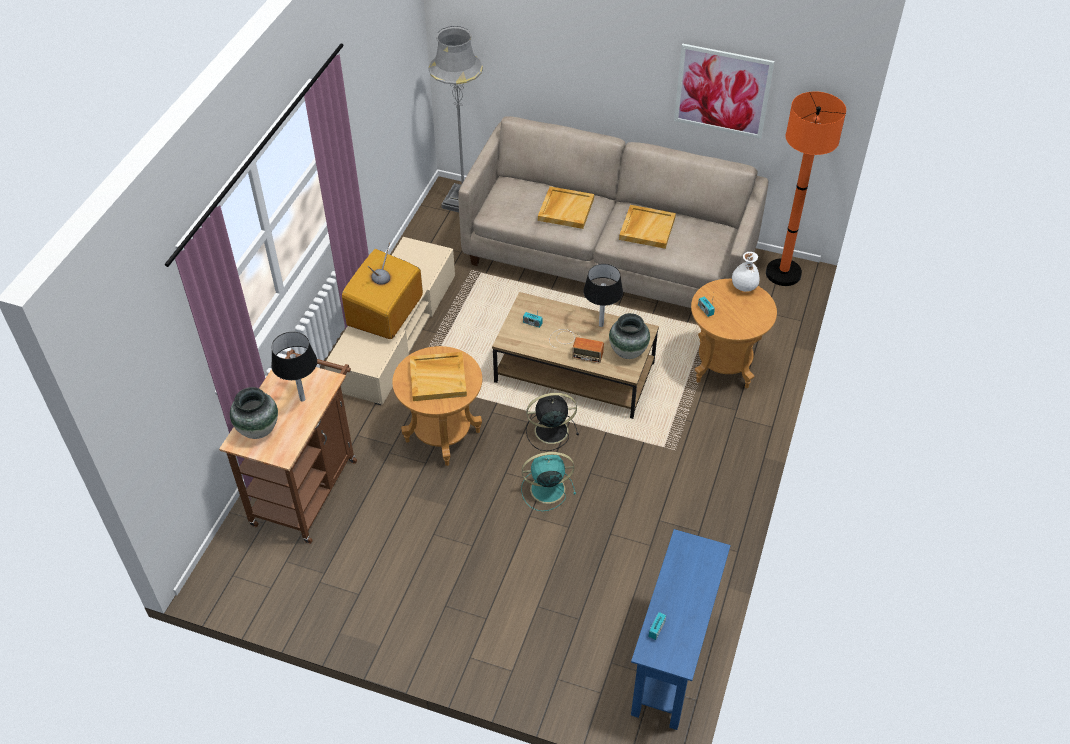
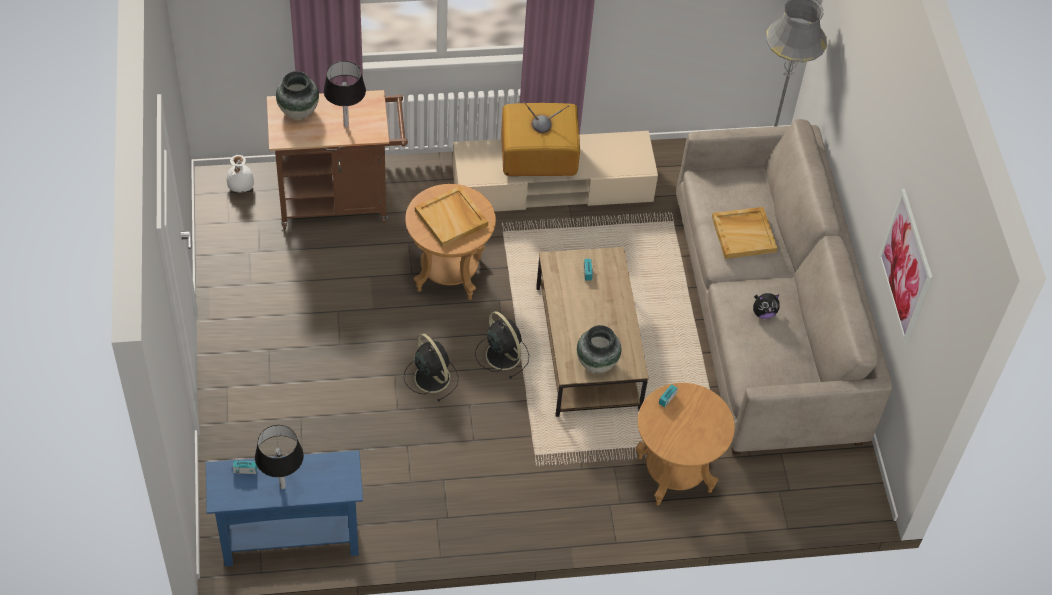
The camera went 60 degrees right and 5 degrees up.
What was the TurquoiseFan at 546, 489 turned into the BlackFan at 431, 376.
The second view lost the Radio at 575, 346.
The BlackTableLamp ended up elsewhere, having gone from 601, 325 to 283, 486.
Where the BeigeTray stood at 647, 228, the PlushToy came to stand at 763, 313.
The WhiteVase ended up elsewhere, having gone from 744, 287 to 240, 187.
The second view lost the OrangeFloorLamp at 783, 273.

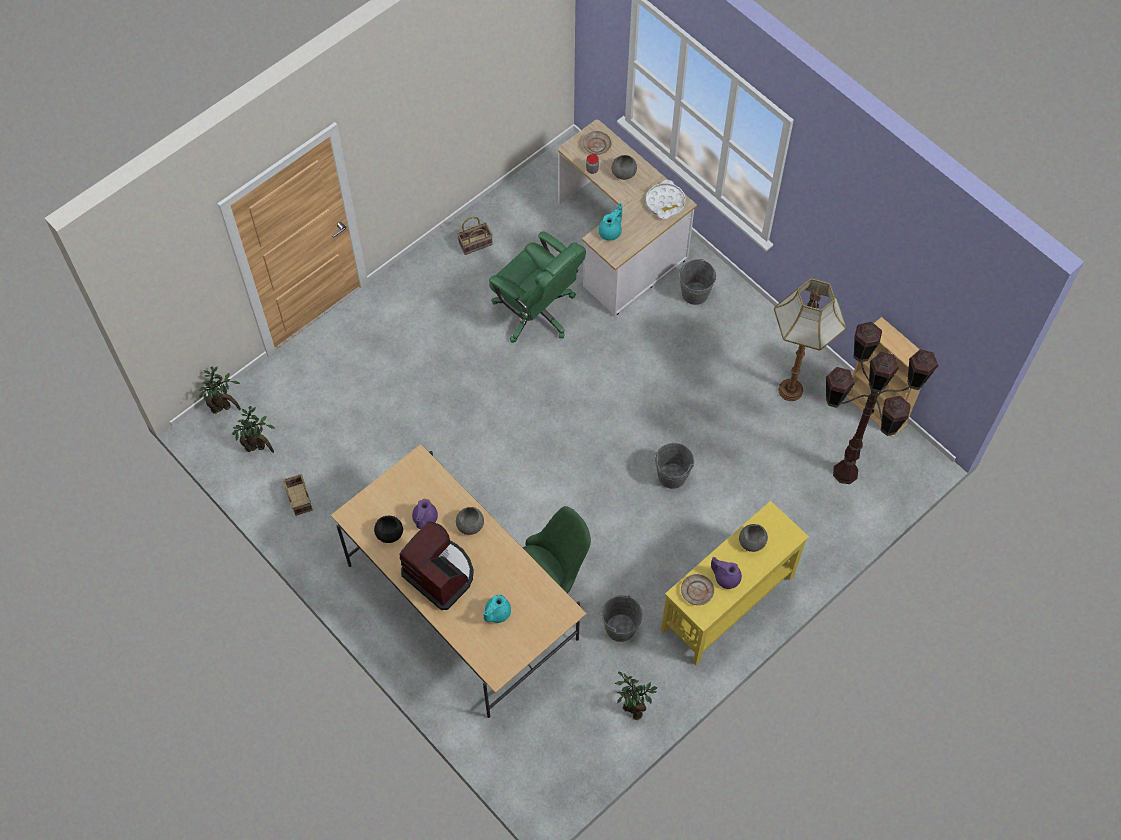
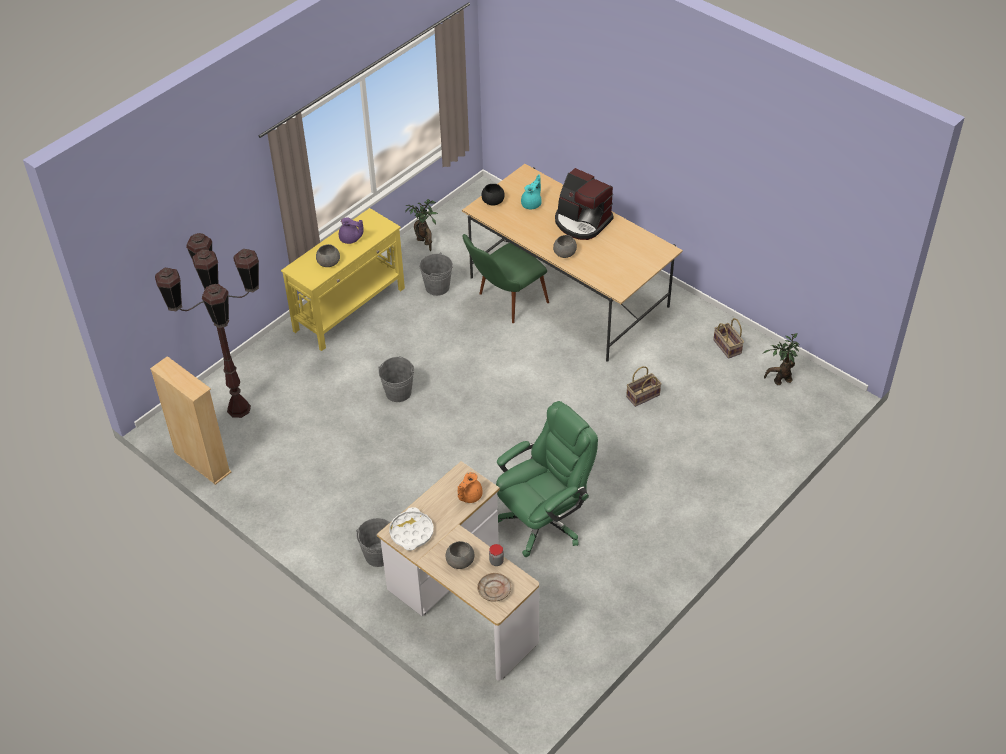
The camera went 175 degrees right and 15 degrees down.
The second view lost the PottedPlant at 224, 408.
The BlackBowl ended up elsewhere, having gone from 390, 533 to 492, 201.
The second view lost the PurpleTeapot at 424, 519.
The Basket ended up elsewhere, having gone from 476, 243 to 642, 396.
The GreenOfficeChair at 536, 312 ended up facing another way, 105 degrees clockwise from before.
What was the TurquoiseTeapot at 611, 232 turned into the OrangeTeapot at 469, 496.
The second view lost the BeigePlate at 697, 591.
The second view lost the FloorLamp at 791, 390.

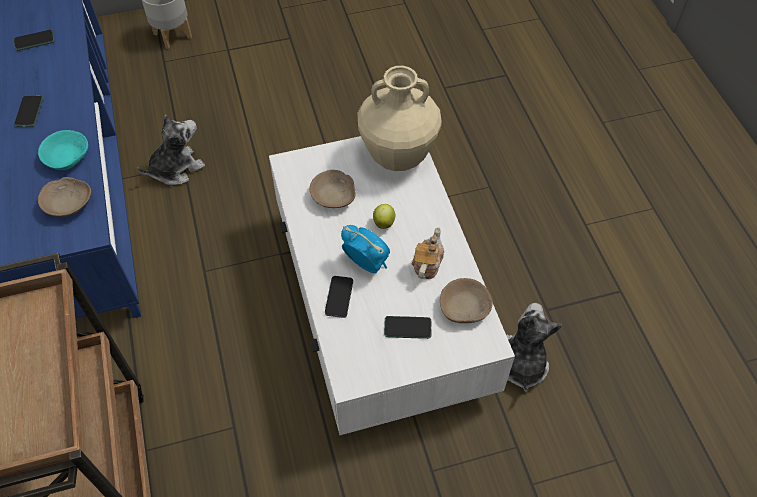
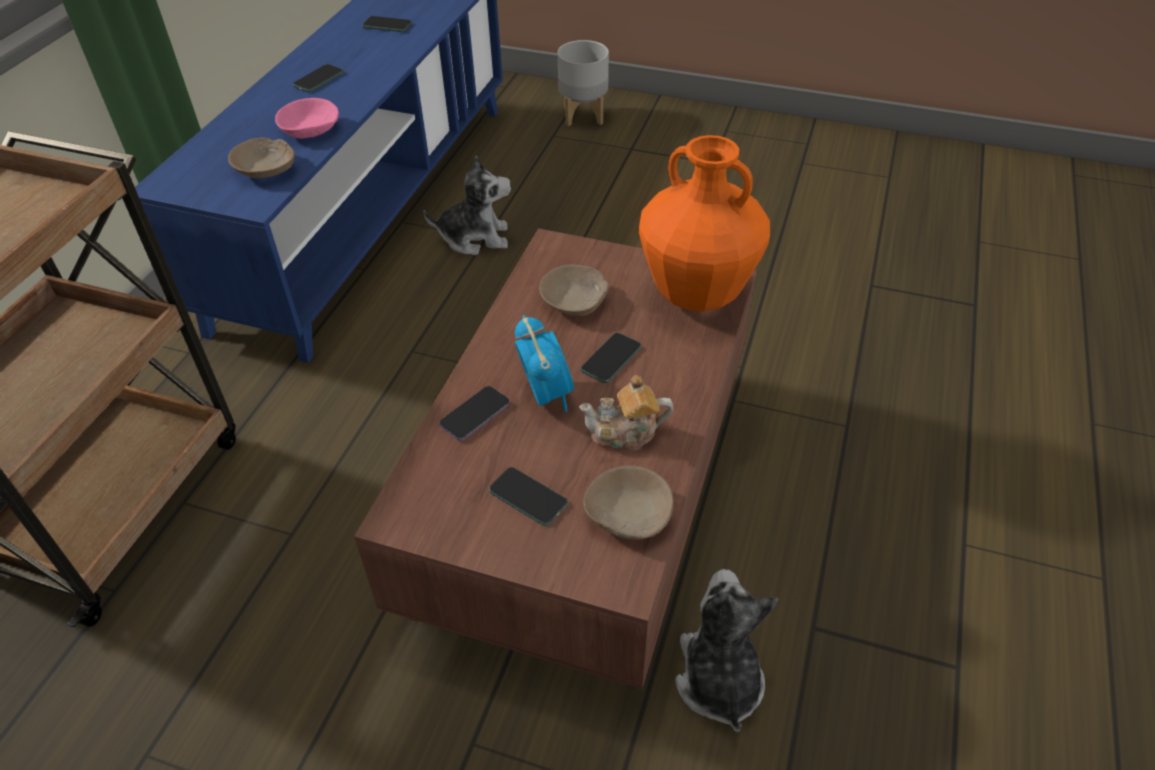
The camera went 35 degrees right and 10 degrees down.
What was the TurquoiseBowl at 67, 157 turned into the PinkBowl at 310, 129.
What was the WhiteCoffeeTable at 381, 305 turned into the BrownCoffeeTable at 581, 494.
What was the BeigeVase at 398, 156 turned into the OrangeVase at 698, 295.
Where the Apple stood at 384, 222, the Phone came to stand at 611, 359.
The Teapot at 427, 263 ended up facing another way, 150 degrees counterclockwise from before.
The PlushToy at 522, 363 ended up facing another way, 45 degrees counterclockwise from before.

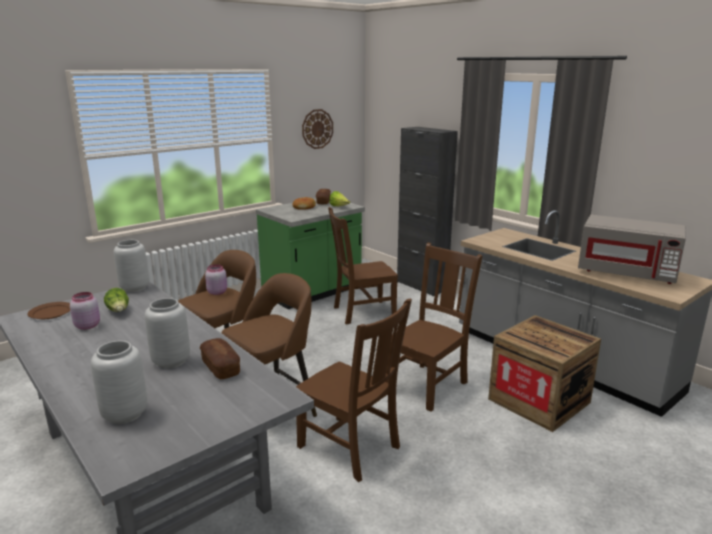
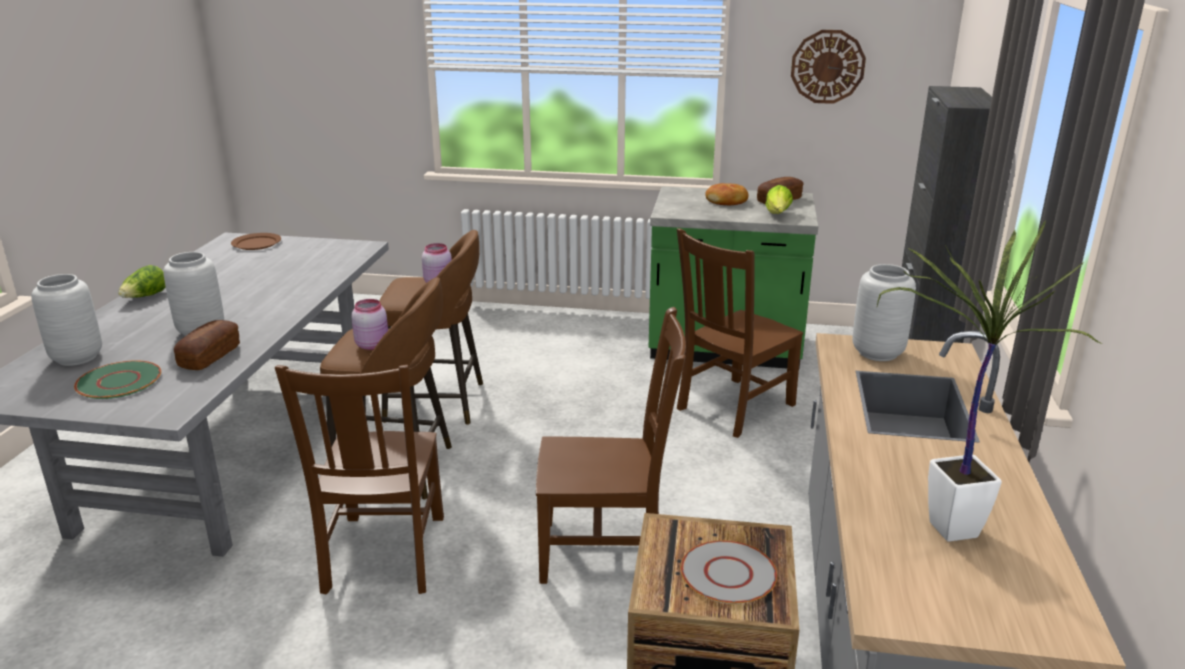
The camera went 50 degrees right and 5 degrees up.
The PinkJar ended up elsewhere, having gone from 87, 325 to 373, 345.
The Lettuce ended up elsewhere, having gone from 119, 311 to 145, 297.
The GreyVase ended up elsewhere, having gone from 135, 288 to 878, 353.
The BrownChair at 362, 312 ended up facing another way, 75 degrees counterclockwise from before.
Where the GreyMicrowave stood at 626, 273, the PottedPlant came to stand at 941, 527.
The second view gained the GreenPlate at 119, 381.
The second view gained the GreyPlate at 729, 574.

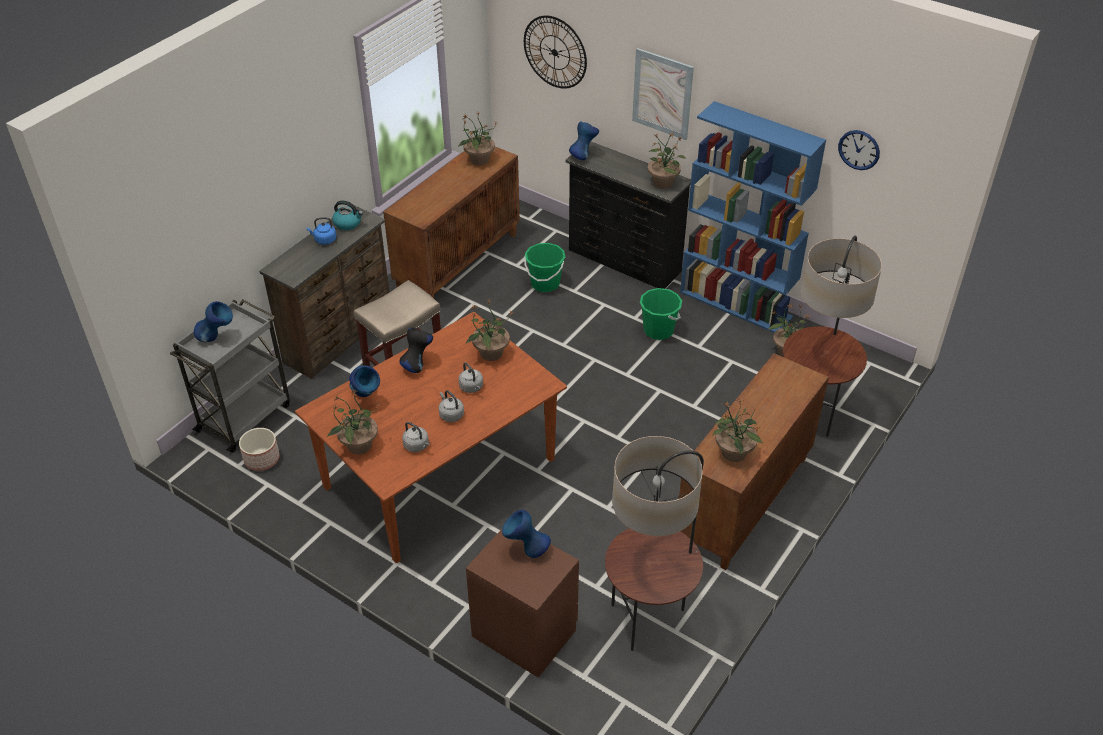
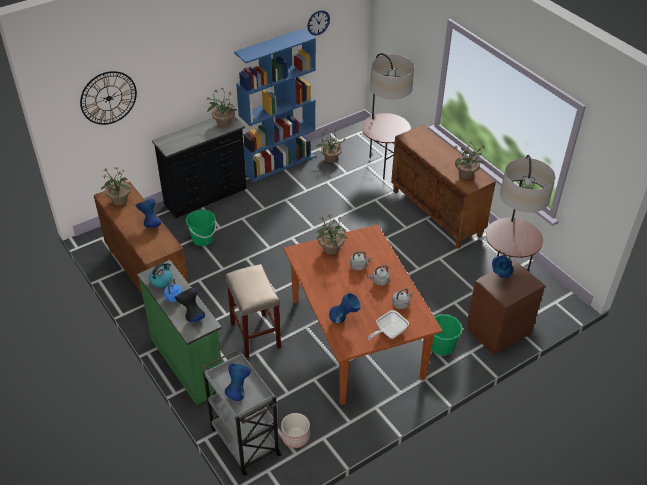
The camera went 70 degrees left and 0 degrees up.
What was the BrownDresser at 340, 337 turned into the GreenDresser at 188, 363.
Where the PottedPlant stood at 358, 445, the FryingPan came to stand at 388, 332.
The BlackVase ended up elsewhere, having gone from 418, 364 to 191, 316.
The BlueVase ended up elsewhere, having gone from 583, 155 to 150, 223.
The second view lost the Picture at 662, 94.
The GreenBucket ended up elsewhere, having gone from 658, 330 to 441, 346.

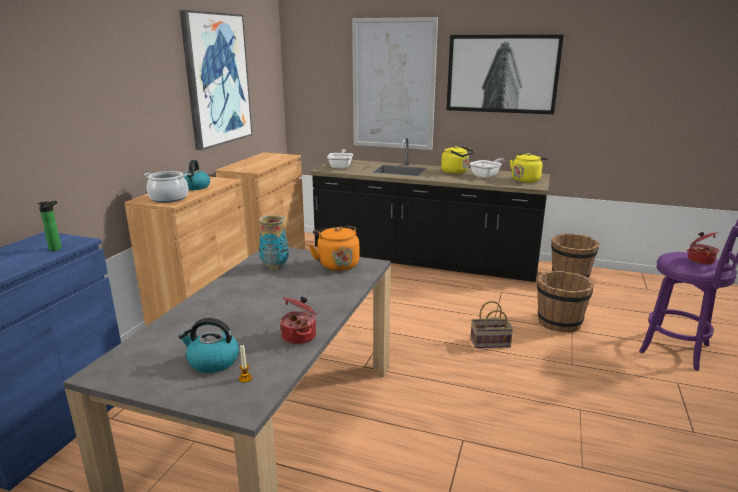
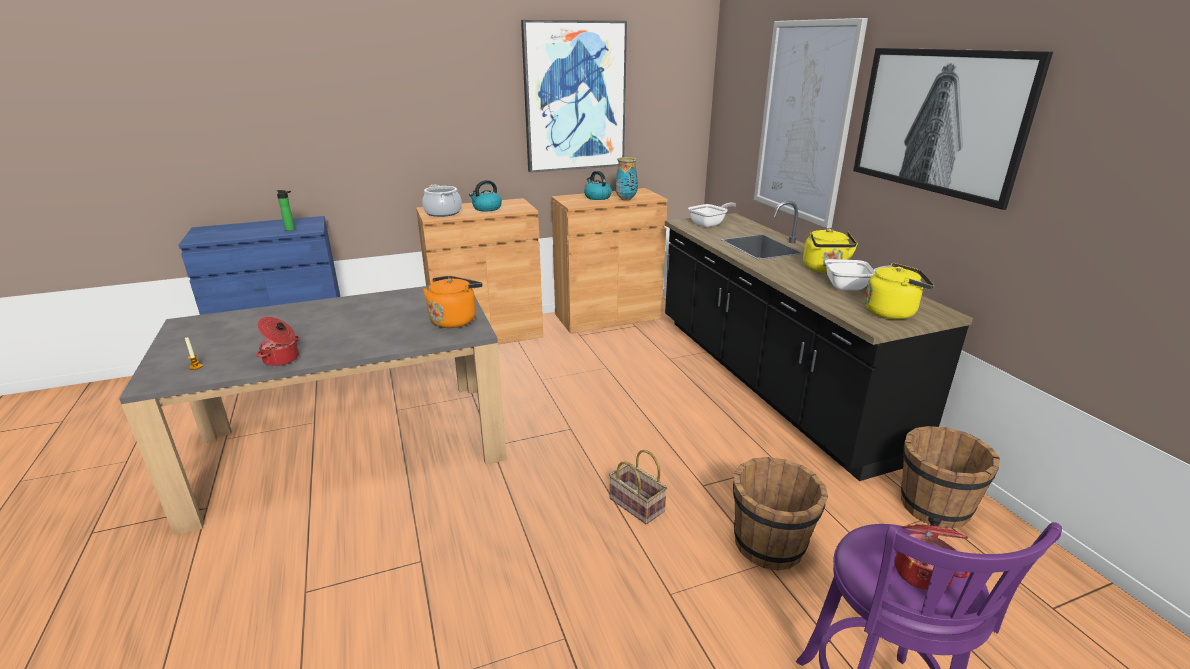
The camera went 50 degrees right and 5 degrees up.
The Kettle ended up elsewhere, having gone from 212, 362 to 597, 197.
The Vase ended up elsewhere, having gone from 274, 267 to 626, 199.

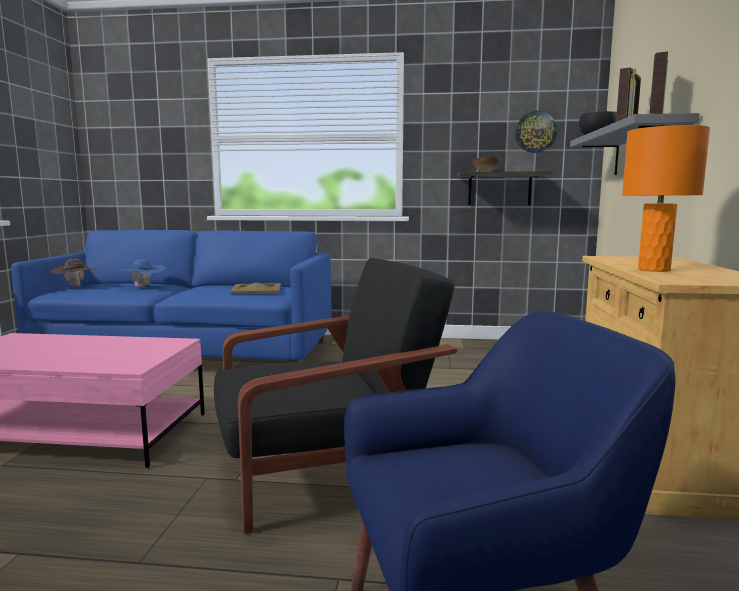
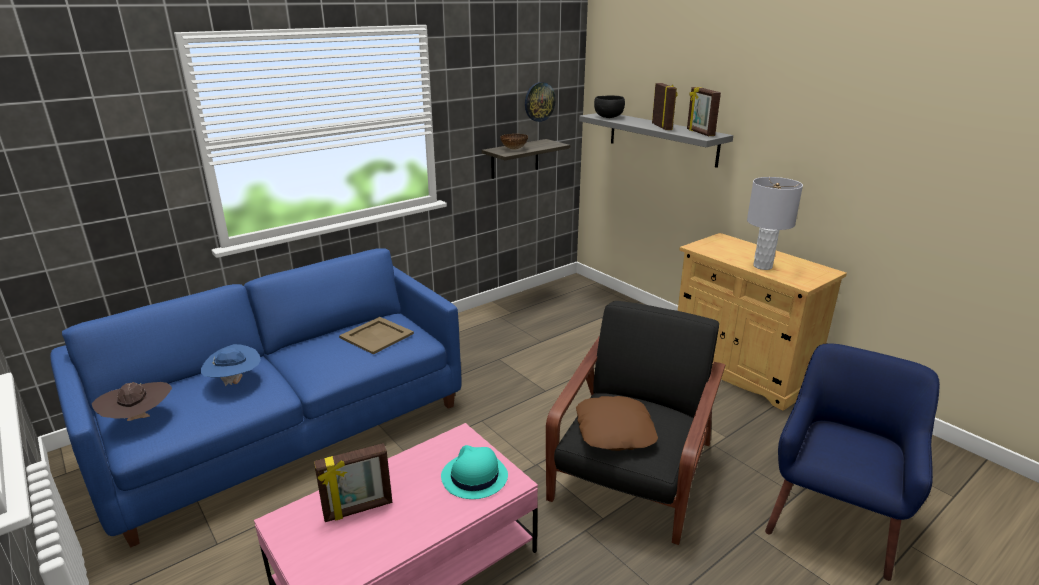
The camera went 45 degrees left and 15 degrees up.
What was the OrangeTableLamp at 653, 269 turned into the GreyTableLamp at 762, 266.
The second view gained the PictureFrame at 358, 510.
The second view gained the TurquoiseHat at 474, 477.
The second view gained the BrownPillow at 615, 430.

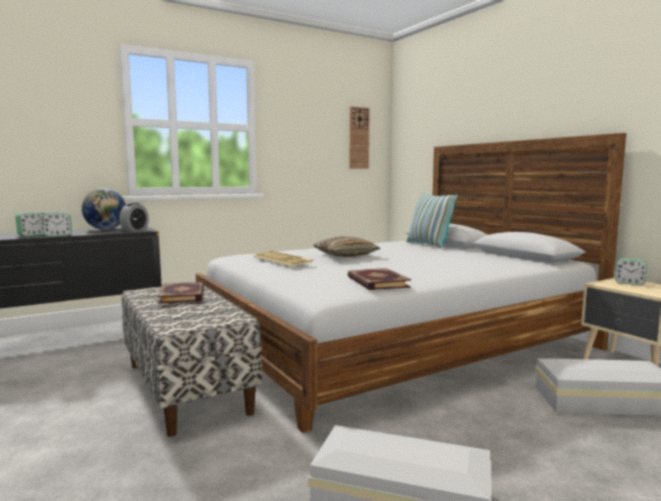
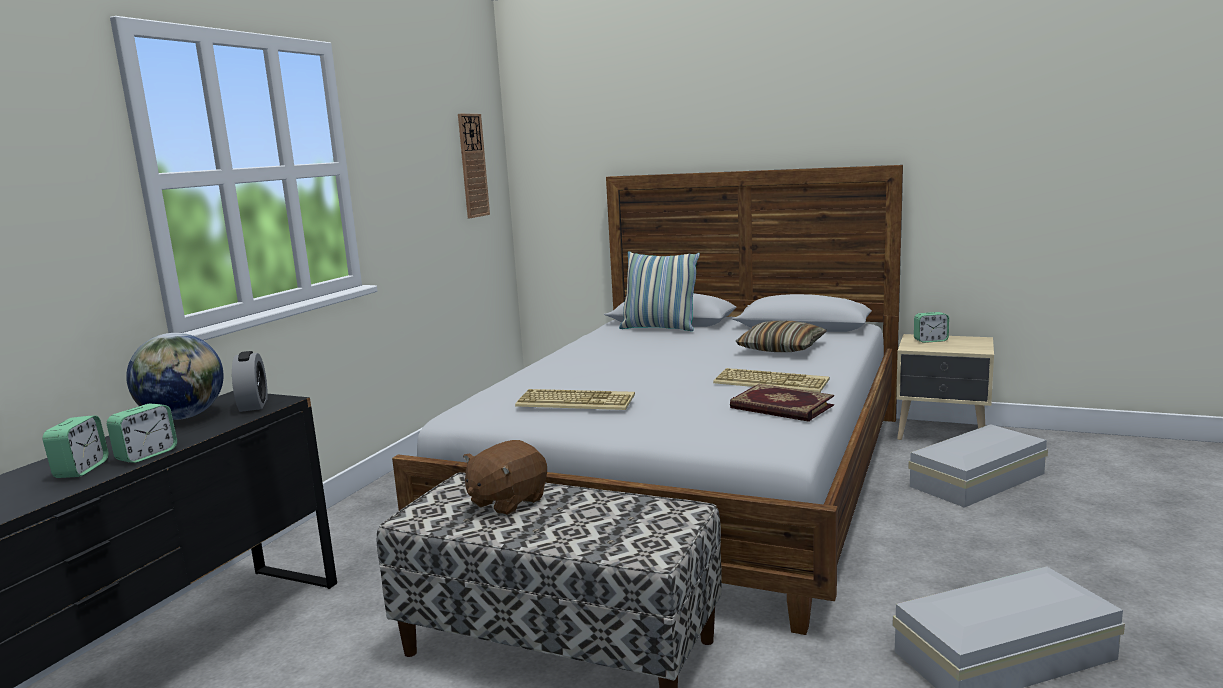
The camera went 35 degrees left and 5 degrees up.
Where the Book stood at 183, 295, the BrownPlushToy came to stand at 507, 501.
The Pillow ended up elsewhere, having gone from 345, 255 to 781, 349.
The second view gained the Keyboard at 772, 382.

